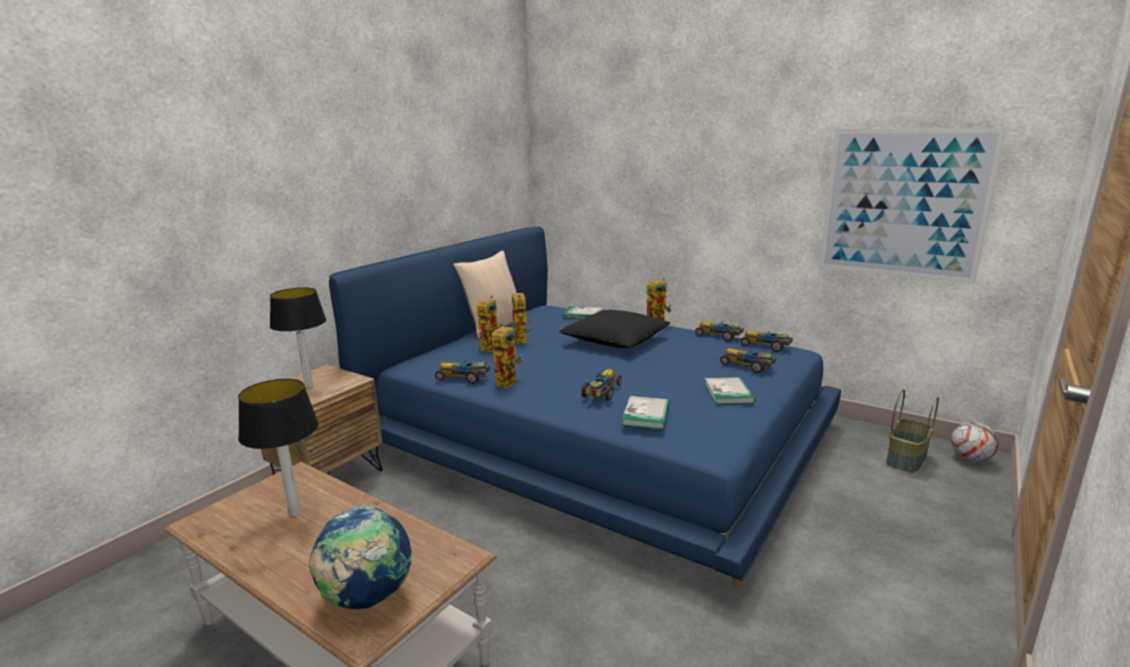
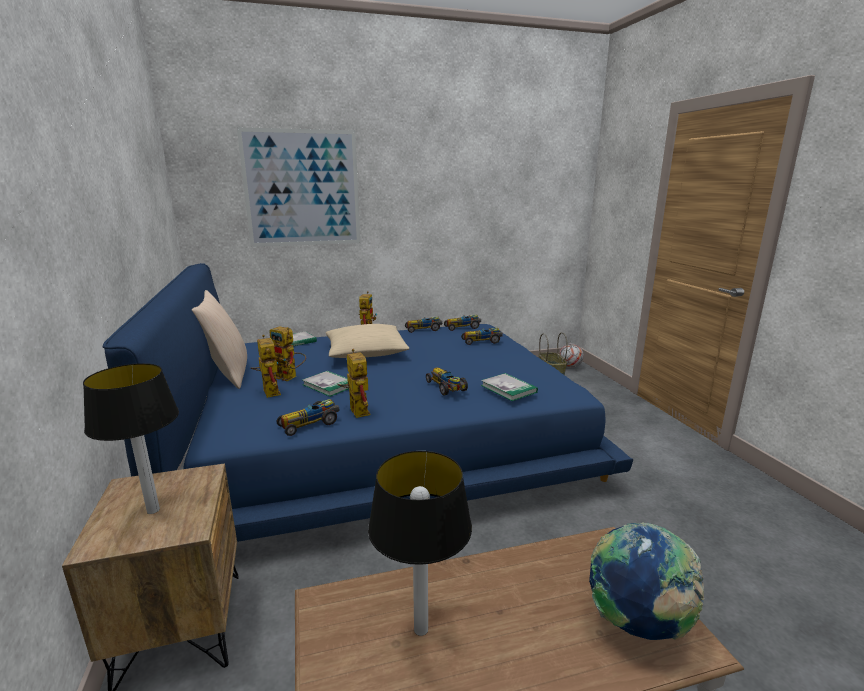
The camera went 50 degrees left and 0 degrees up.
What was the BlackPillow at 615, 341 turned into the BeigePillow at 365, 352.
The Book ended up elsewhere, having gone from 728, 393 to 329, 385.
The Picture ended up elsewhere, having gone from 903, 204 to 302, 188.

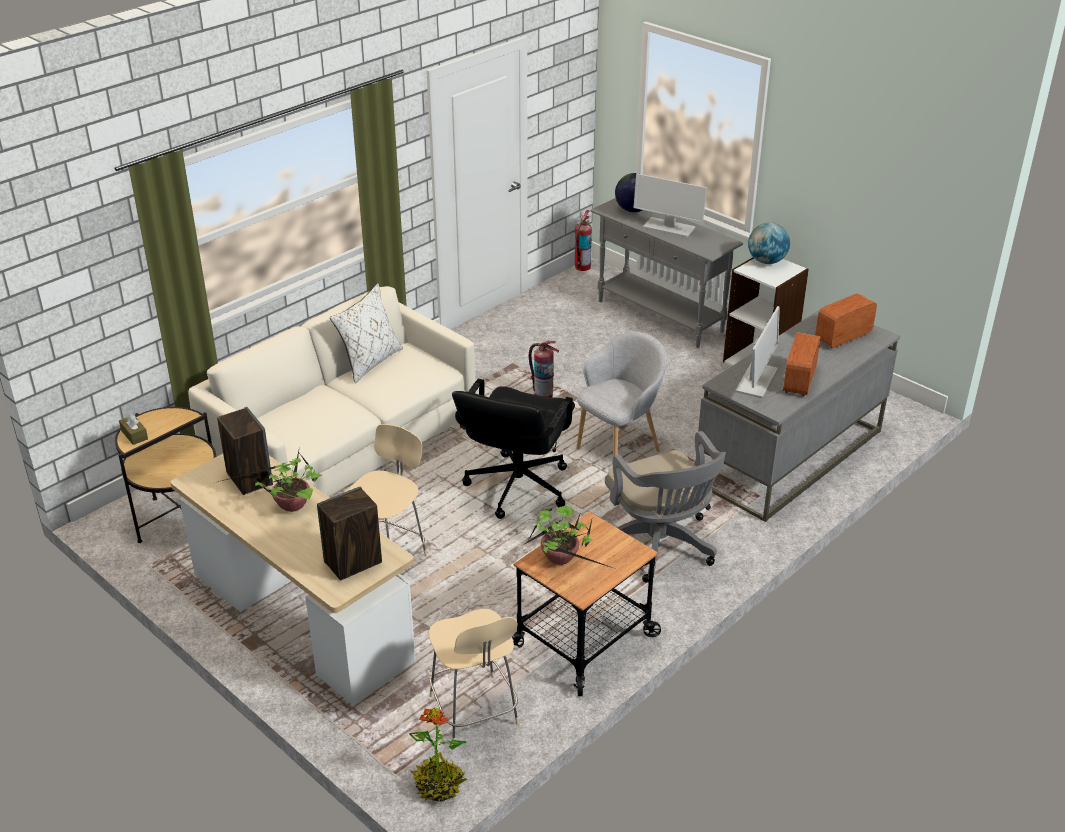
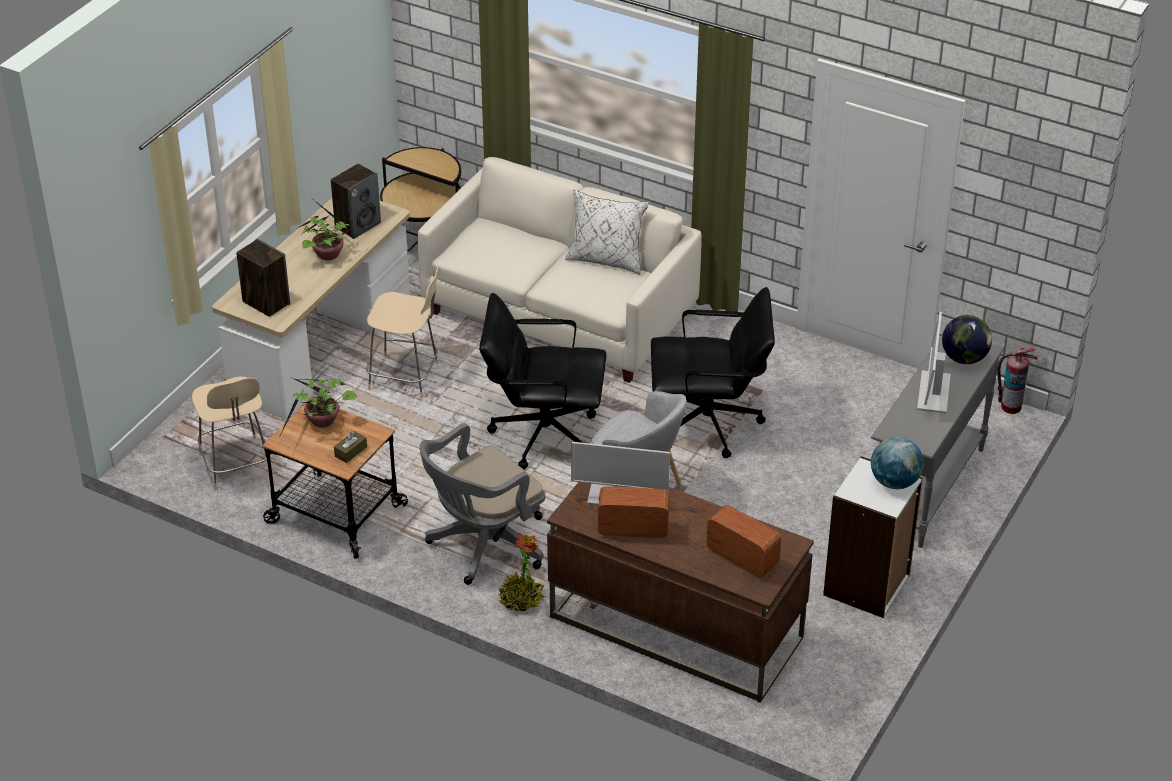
The camera went 75 degrees right and 5 degrees up.
The BrownTissueBox ended up elsewhere, having gone from 134, 435 to 351, 452.
The PottedPlant ended up elsewhere, having gone from 439, 785 to 520, 600.
The BeigeChair at 474, 712 ended up facing another way, 75 degrees counterclockwise from before.
Where the FireExtinguisher stood at 543, 396, the BlackOfficeChair came to stand at 709, 424.
What was the GreyDesk at 789, 457 turned into the BrownDesk at 675, 627.

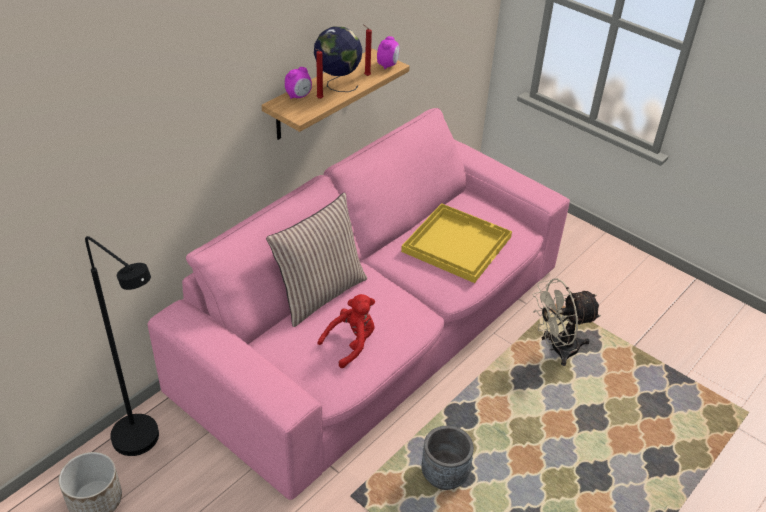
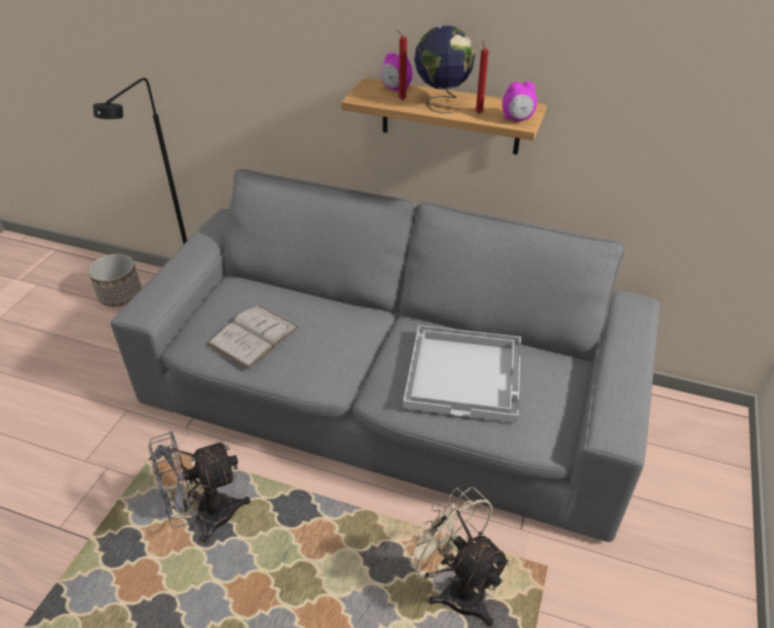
The camera went 70 degrees right and 0 degrees up.
What was the PinkSofa at 378, 329 turned into the GreySofa at 387, 398.
The second view lost the Pillow at 319, 293.
Where the RedPlushToy stood at 351, 344, the WhiteBook came to stand at 253, 336.
What was the YellowTray at 456, 243 turned into the WhiteTray at 465, 374.
Where the GreyPlanter stood at 444, 475, the GreyFan came to stand at 205, 516.

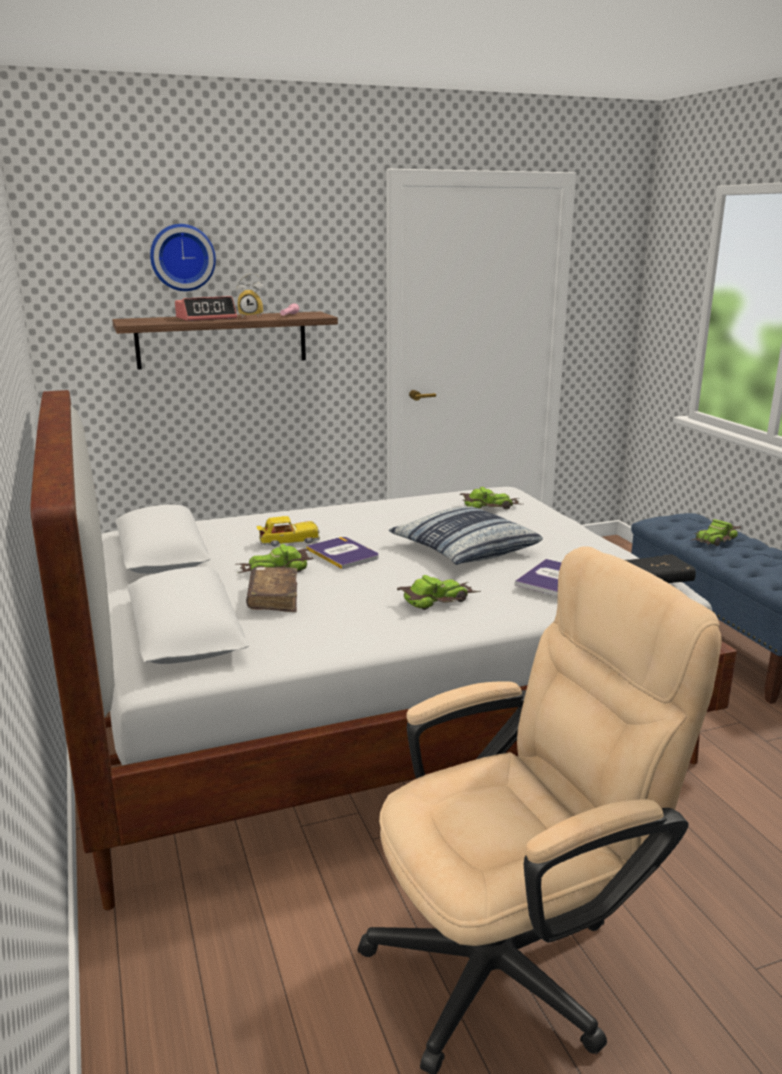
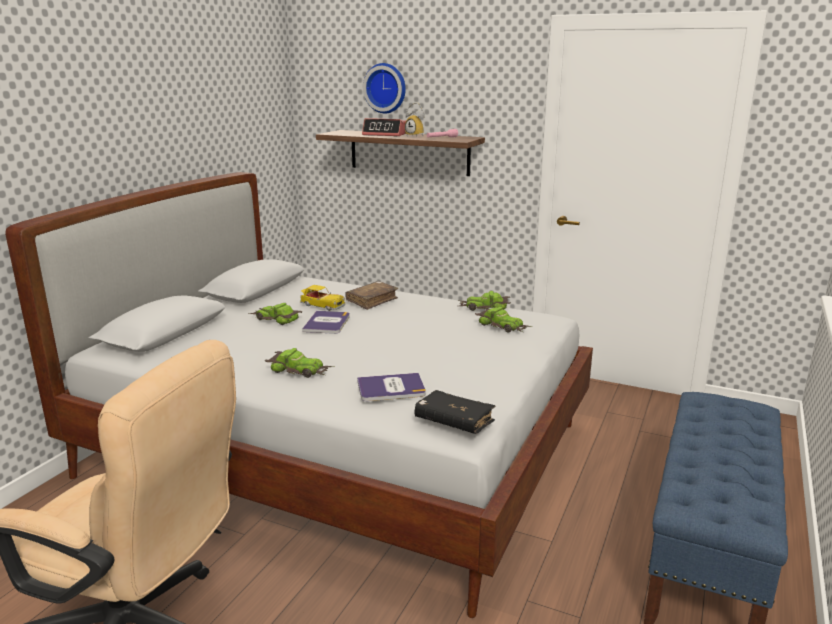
The camera went 45 degrees right and 0 degrees up.
The BrownBook ended up elsewhere, having gone from 273, 598 to 372, 301.
The second view lost the Pillow at 464, 550.
The ToyCar ended up elsewhere, having gone from 714, 539 to 484, 307.

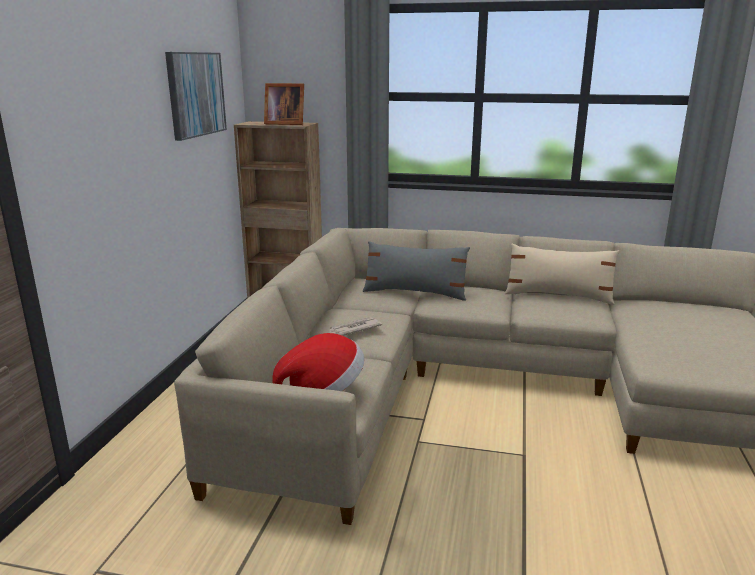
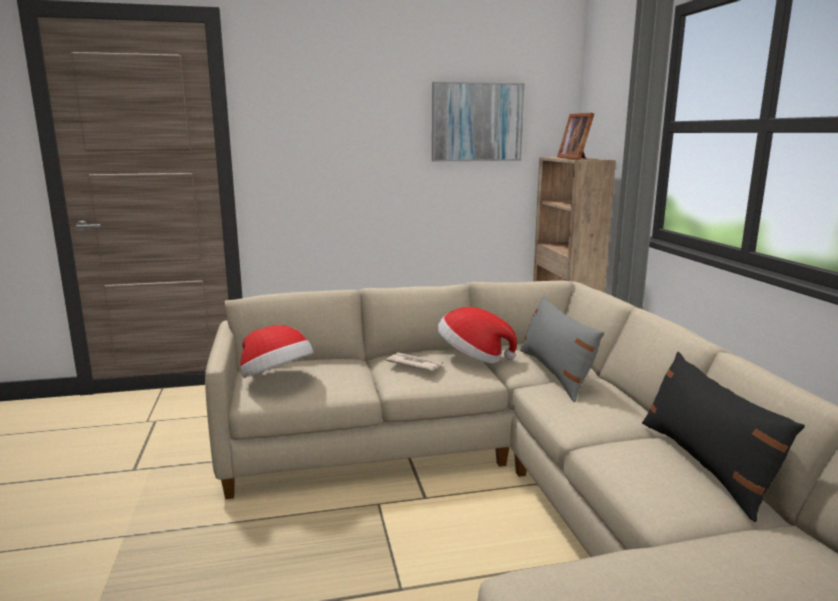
The camera went 65 degrees right and 5 degrees down.
What was the BeigePillow at 558, 296 turned into the BlackPillow at 705, 464.
The second view gained the Hat at 473, 358.

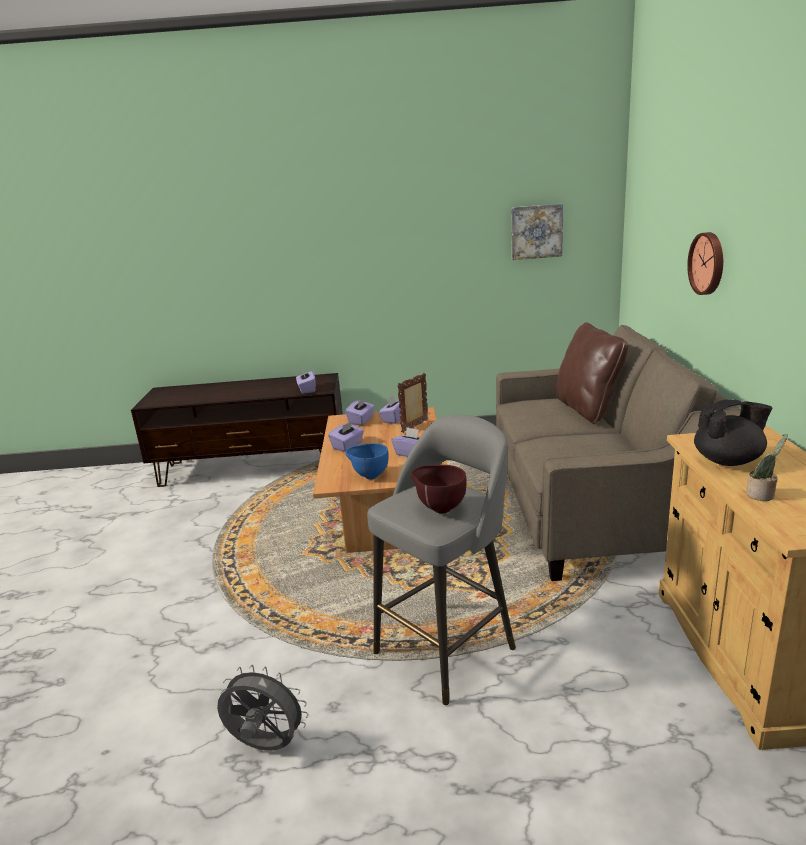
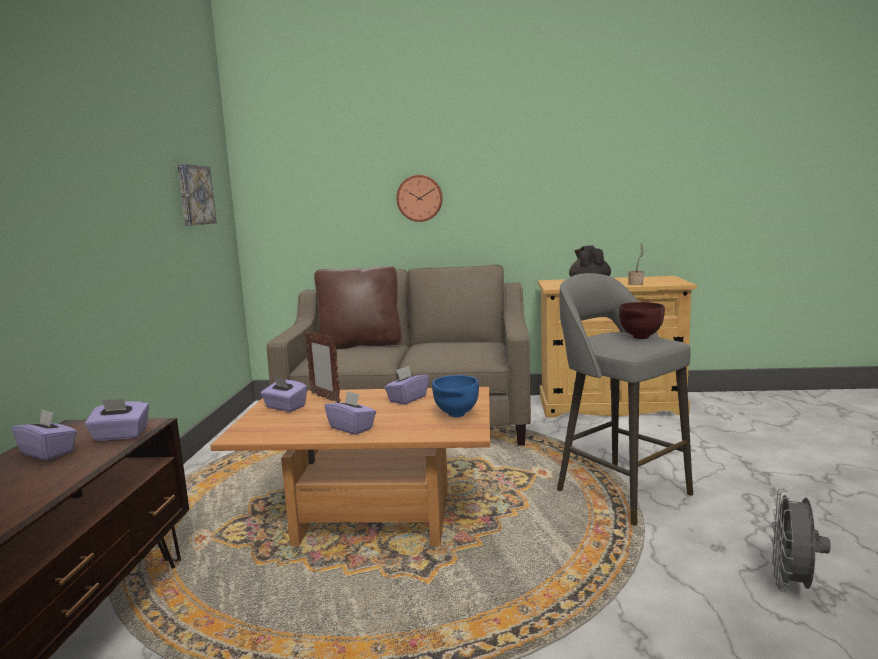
The camera went 85 degrees left and 10 degrees down.
The PurpleTissueBox ended up elsewhere, having gone from 361, 420 to 48, 453.

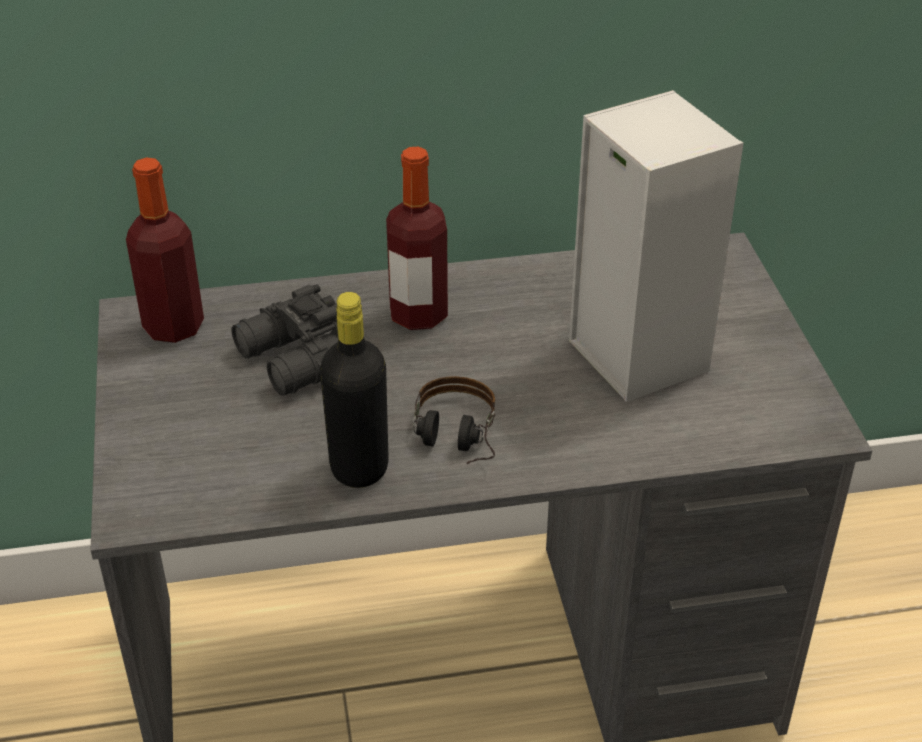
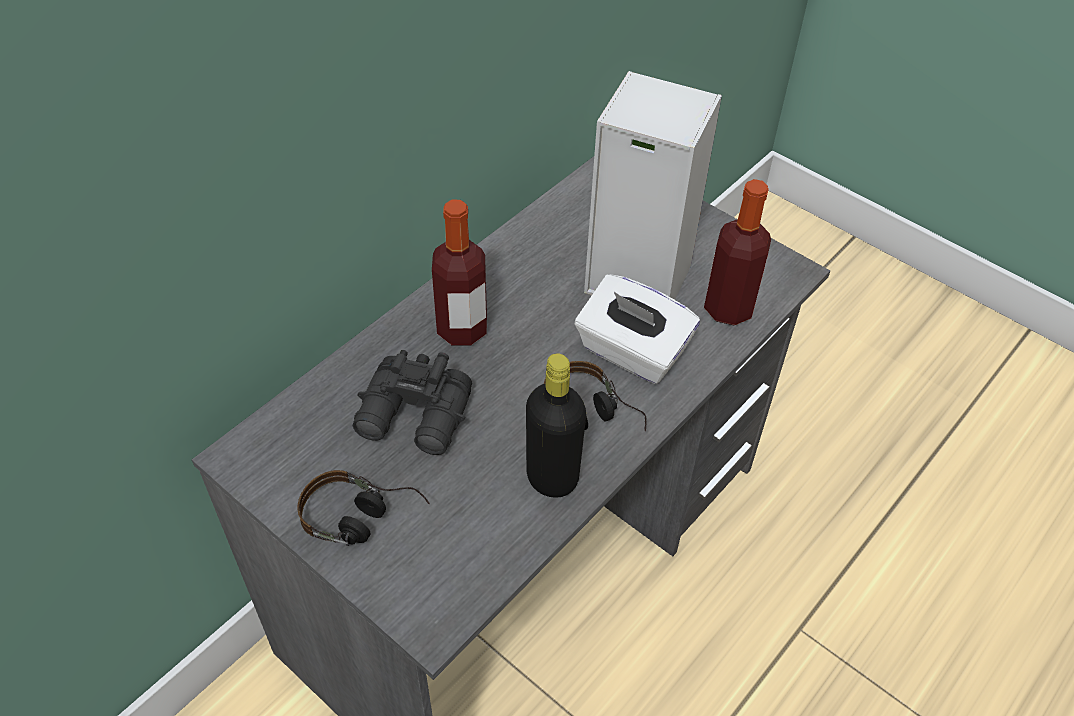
The camera went 40 degrees left and 10 degrees up.
The Bottle ended up elsewhere, having gone from 173, 326 to 728, 308.
The second view gained the Headphones at 364, 520.
The second view gained the WhiteTissueBox at 632, 352.

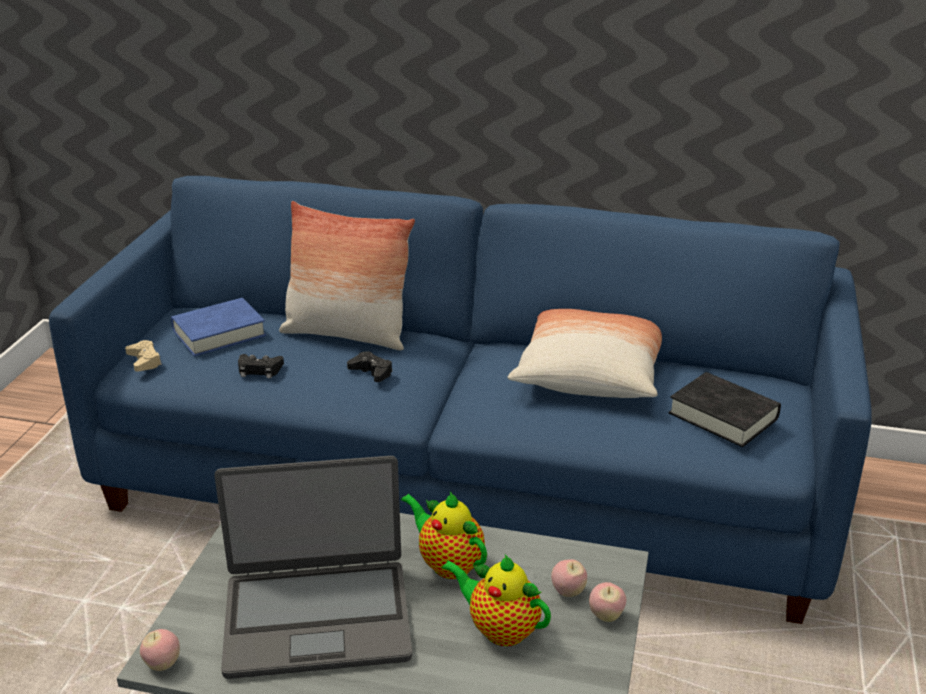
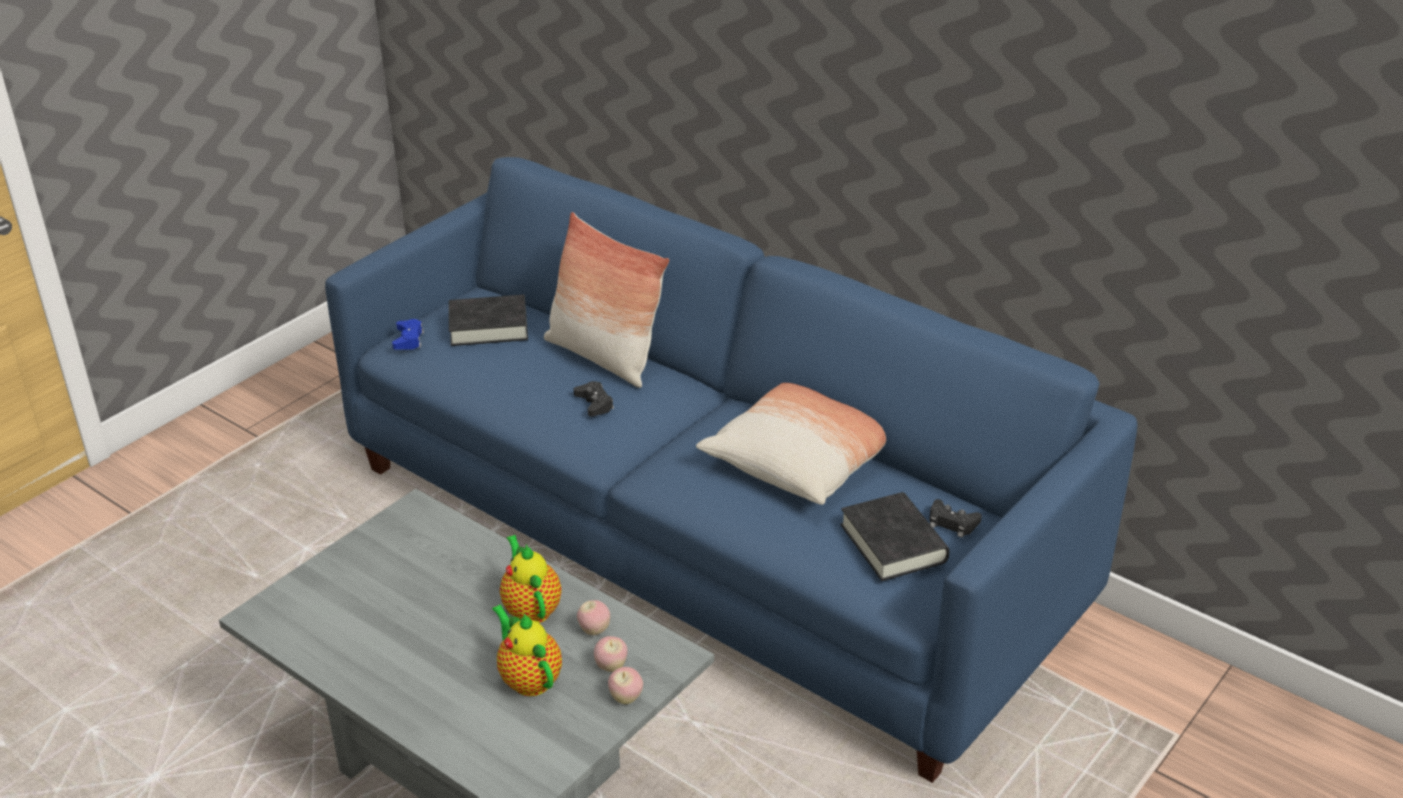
The camera went 25 degrees right and 5 degrees up.
What was the BeigeGameController at 144, 361 turned into the BlueGameController at 408, 339.
The Apple ended up elsewhere, having gone from 163, 664 to 594, 630.
What was the BlueBook at 219, 333 turned into the BlackBook at 488, 326.
The second view lost the Laptop at 317, 618.
The BlackGameController ended up elsewhere, having gone from 259, 370 to 952, 523.

